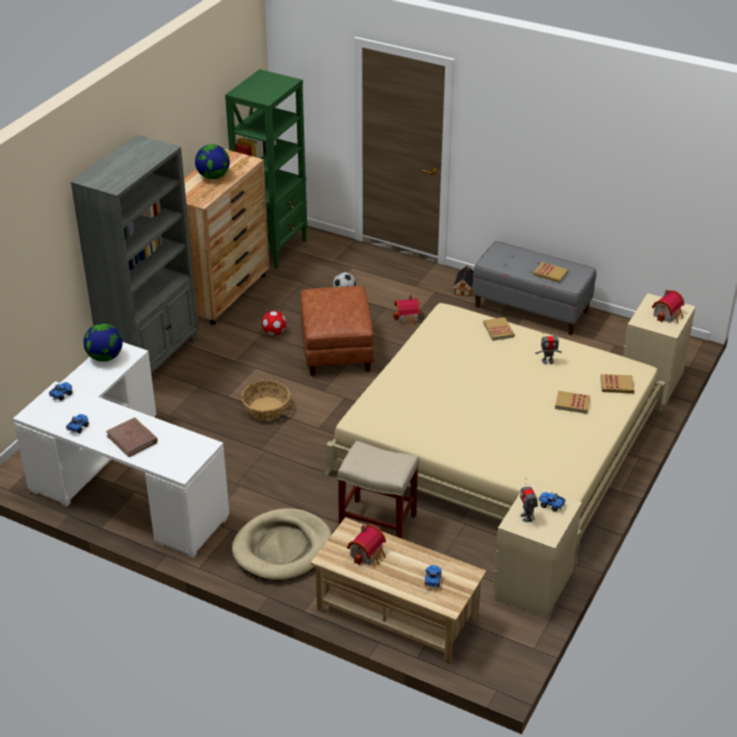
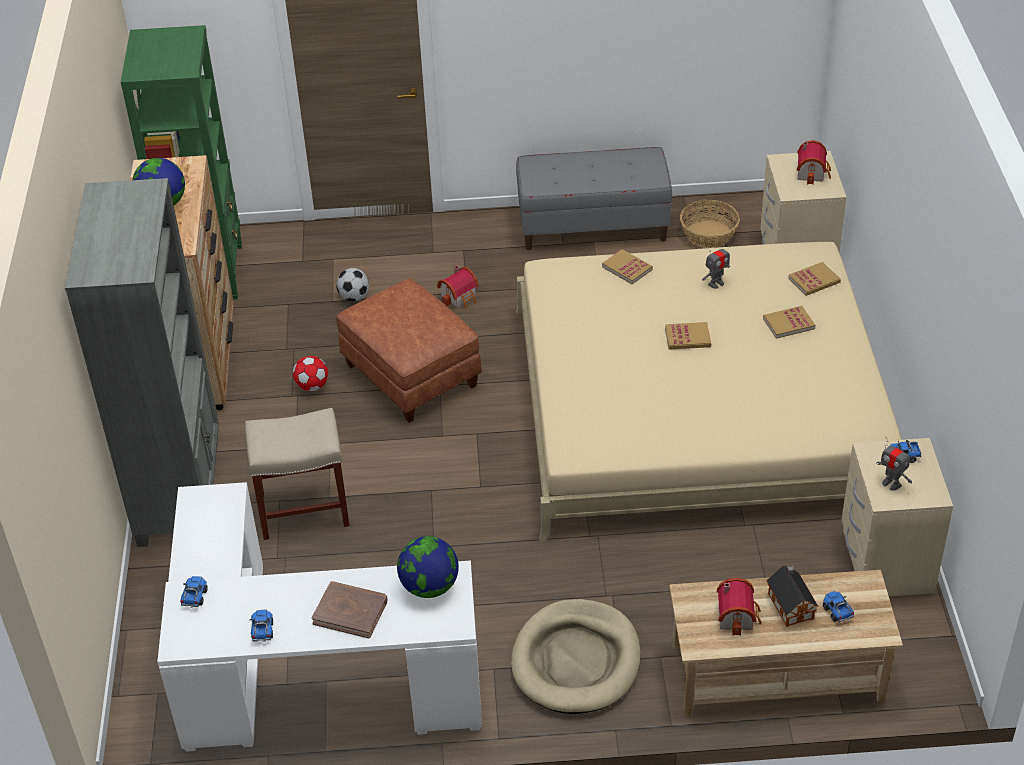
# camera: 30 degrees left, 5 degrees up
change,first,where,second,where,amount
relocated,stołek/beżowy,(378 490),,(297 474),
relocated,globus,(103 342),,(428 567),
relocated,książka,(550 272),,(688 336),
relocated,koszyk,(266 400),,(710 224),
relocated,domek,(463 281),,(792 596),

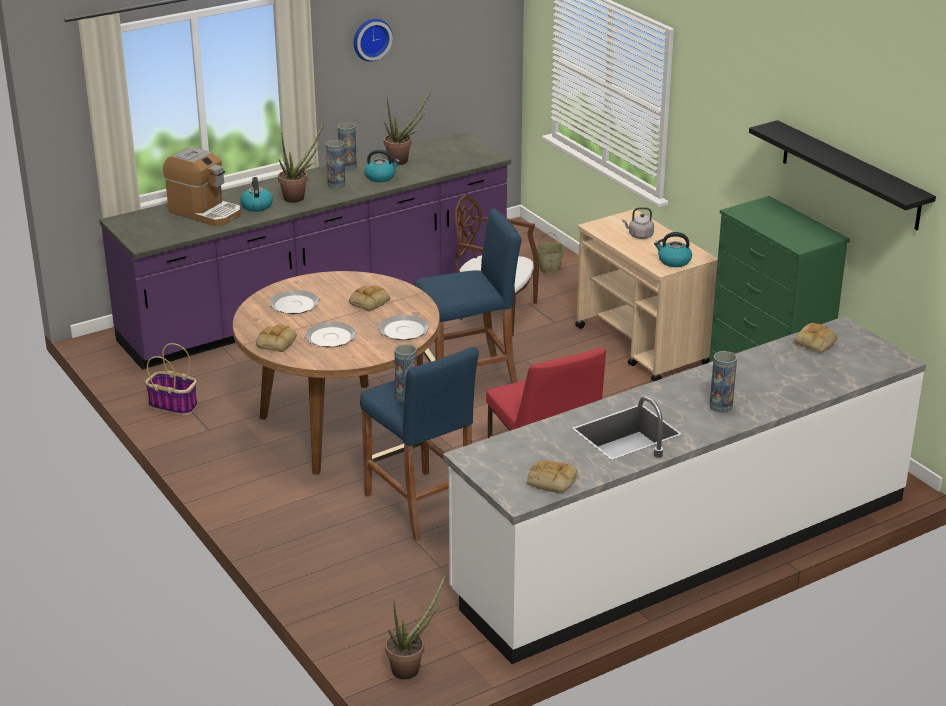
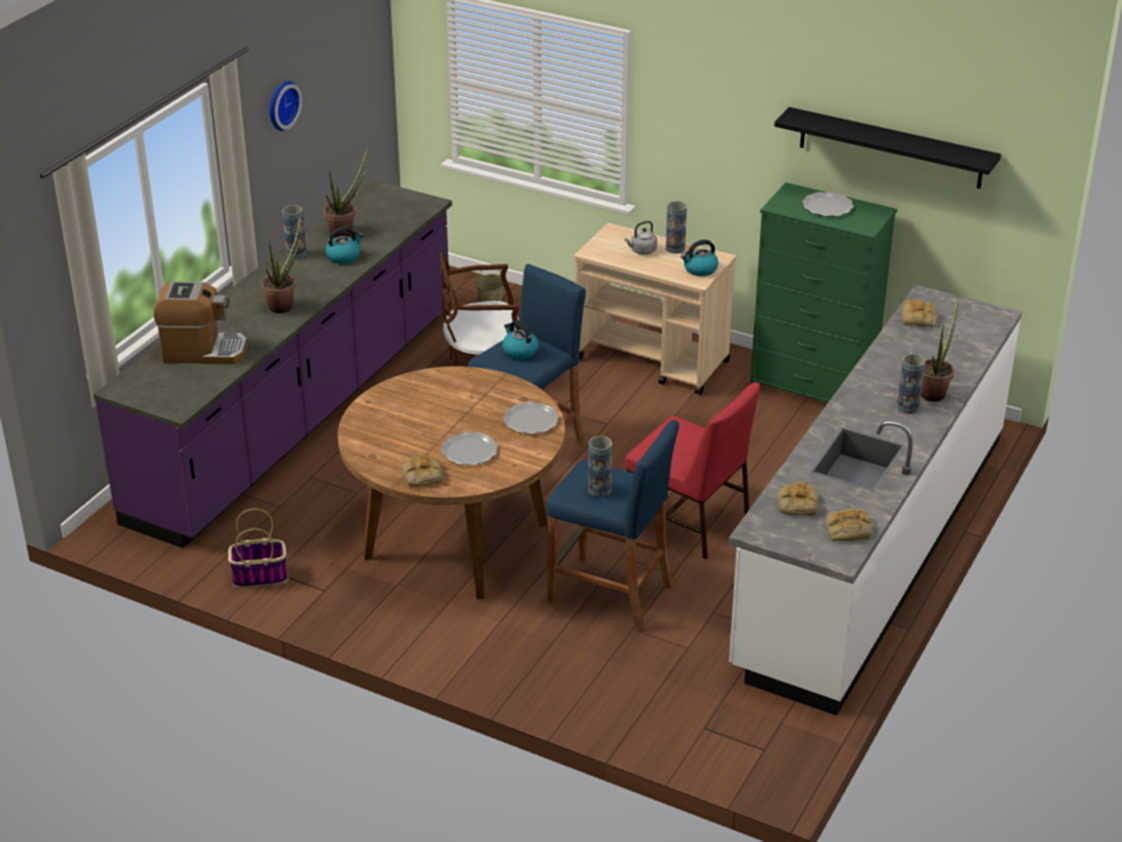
# camera: 30 degrees left, 5 degrees up
change,first,where,second,where,amount
relocated,czajnik,(256 194),,(520 339),
relocated,wazon,(336 164),,(676 227),
relocated,chleb,(369 298),,(798 498),
relocated,talerz,(294 302),,(828 204),
relocated,roślina doniczkowa,(415 627),,(940 348),

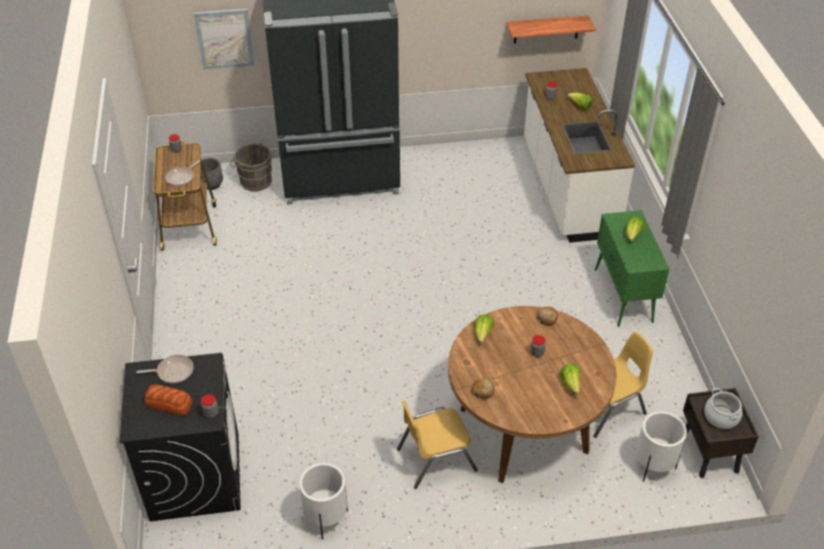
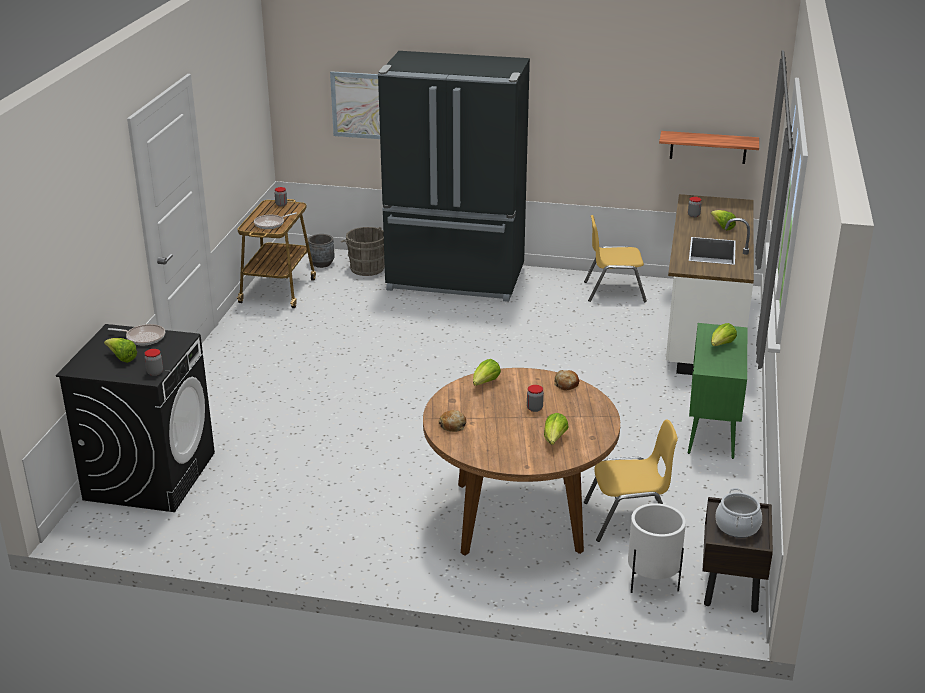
# camera: 20 degrees right, 15 degrees down
change,first,where,second,where,amount
exchanged,chleb,(168 399),sałata,(120 350),
relocated,krzesło/żółty,(437 445),,(615 258),
missing,donica/biały,(323 501),,,

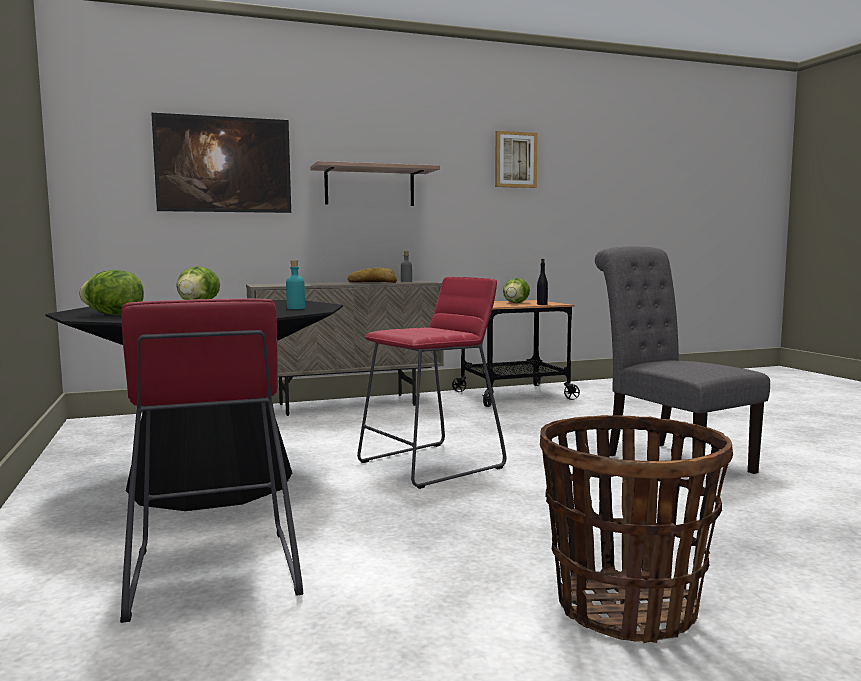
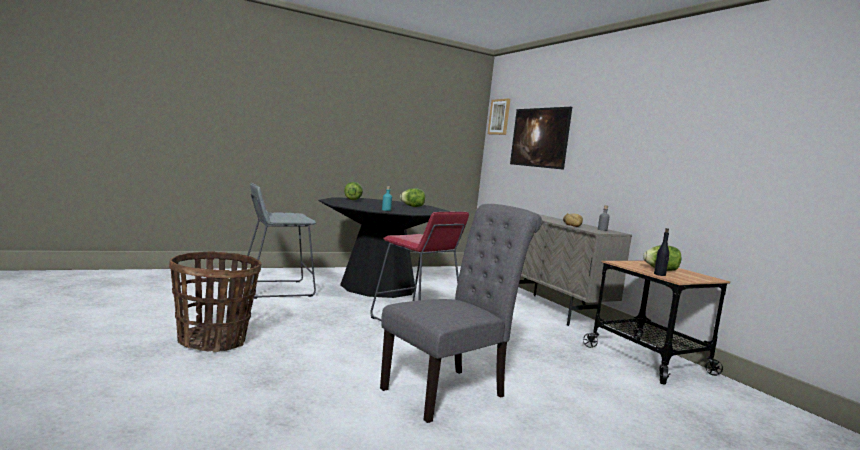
# camera: 80 degrees right, 0 degrees up
change,first,where,second,where,amount
colour,stołek/czerwony,(211 461),stołek/szary,(280 241),
relocated,obraz,(516 159),,(499 117),
missing,półka,(375 183),,,

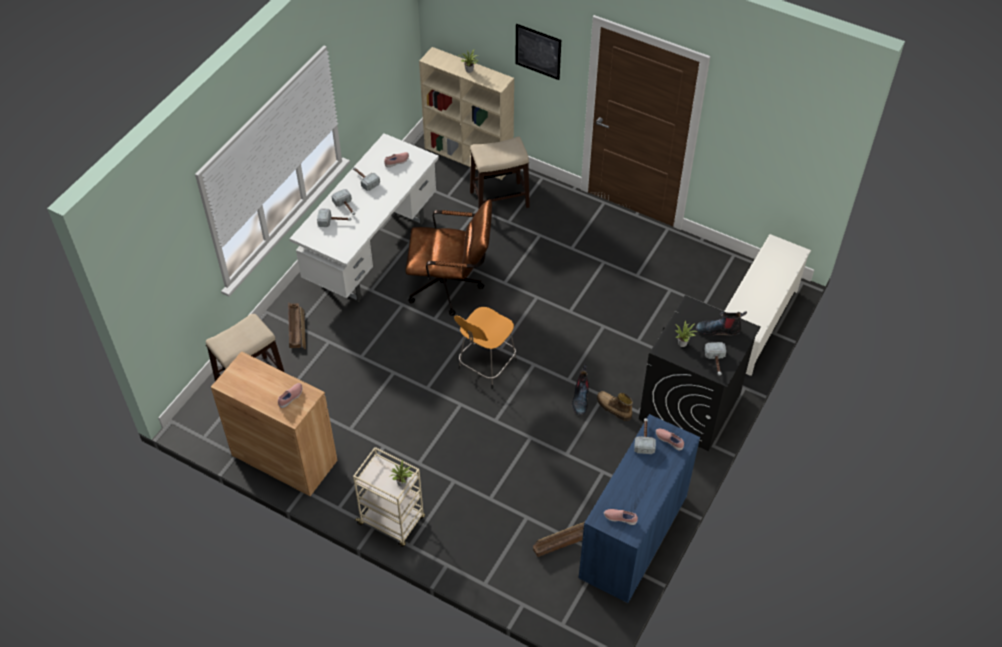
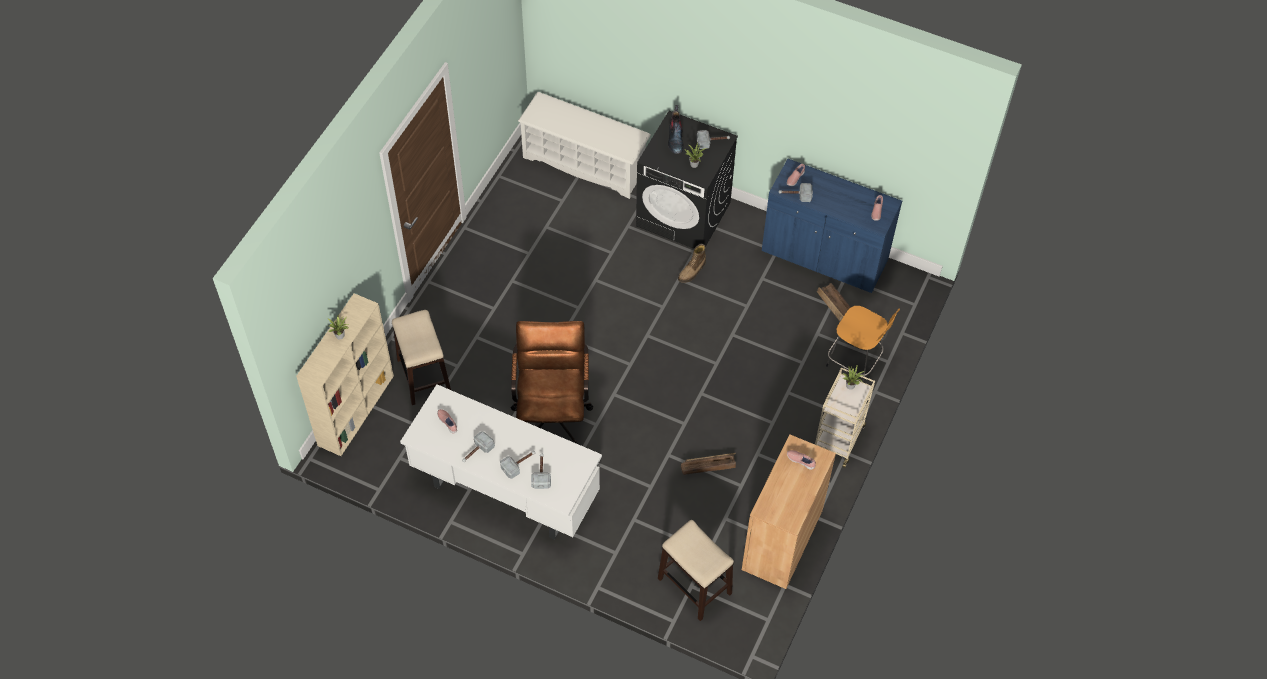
# camera: 95 degrees left, 5 degrees up
change,first,where,second,where,amount
relocated,skrzynka,(297 326),,(708 464),
relocated,stołek/pomarańczowy,(485 348),,(863 344),
missing,obraz,(538 52),,,
missing,but z cholewką,(580 389),,,

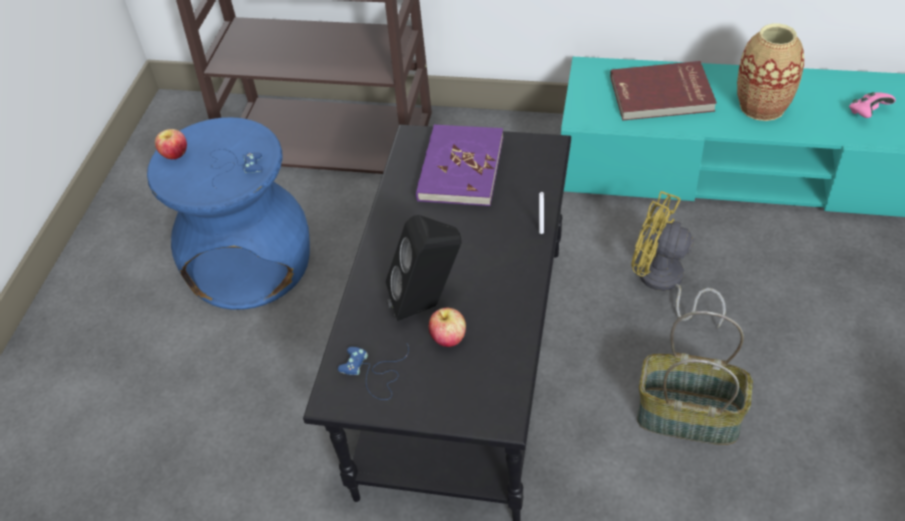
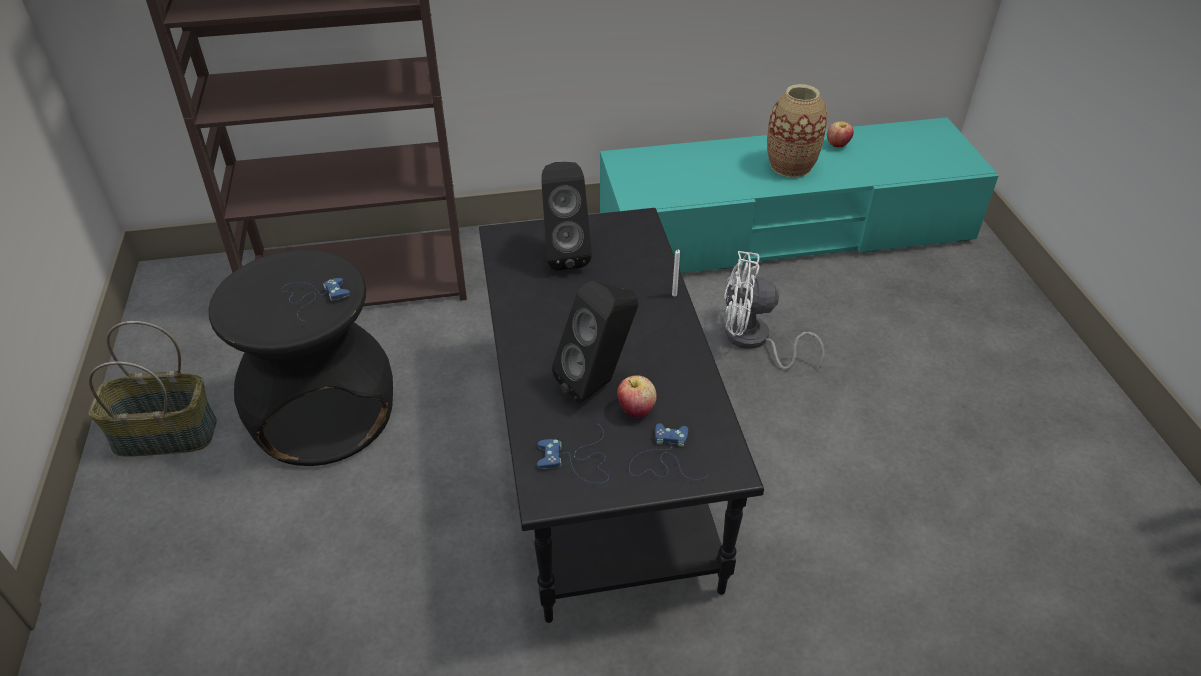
# camera: 25 degrees left, 5 degrees down
change,first,where,second,where,amount
relocated,koszyk,(695 378),,(152 388),
colour,stołek/niebieski,(228 213),stołek/czarny,(301 358),
exchanged,książka/fioletowy,(459 165),głośnik/czarny,(566 216),
appeared,,,pad do gier/niebieski,(668 451),
colour,wentylator/żółty,(678 259),wentylator/biały,(775 310),
relocated,jabłko,(171 144),,(840 134),
missing,książka/czerwony,(663 90),,,
missing,pad do gier/różowy,(872 105),,,

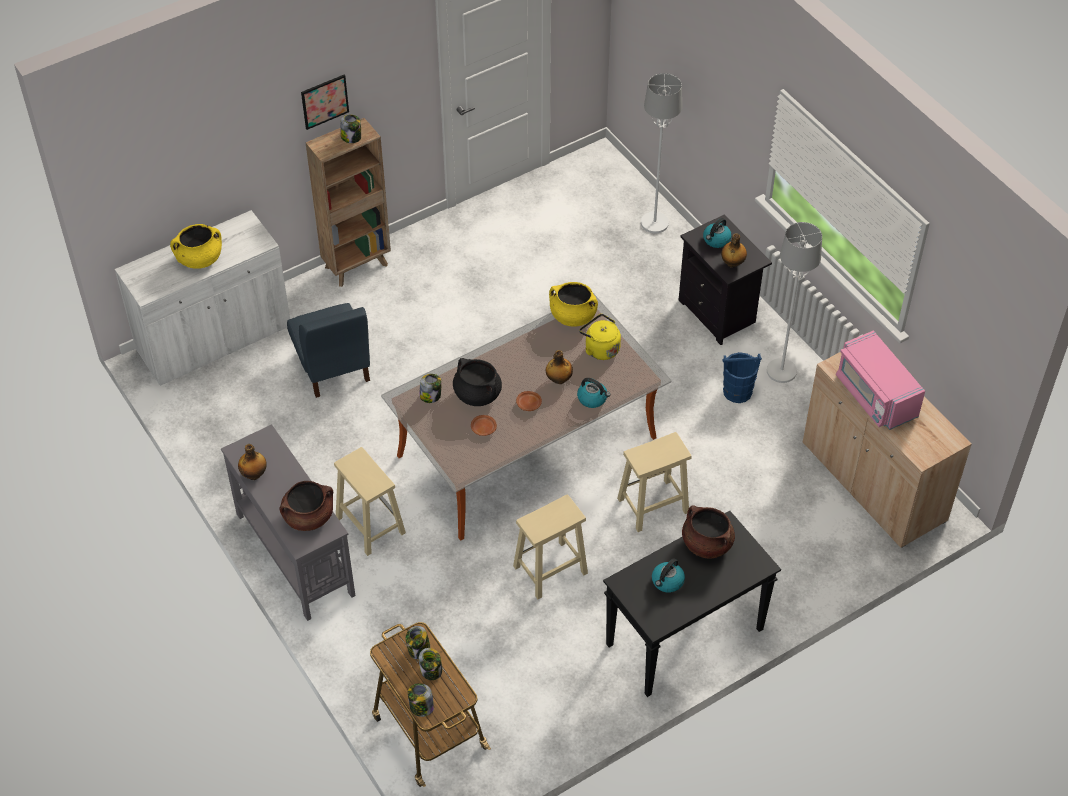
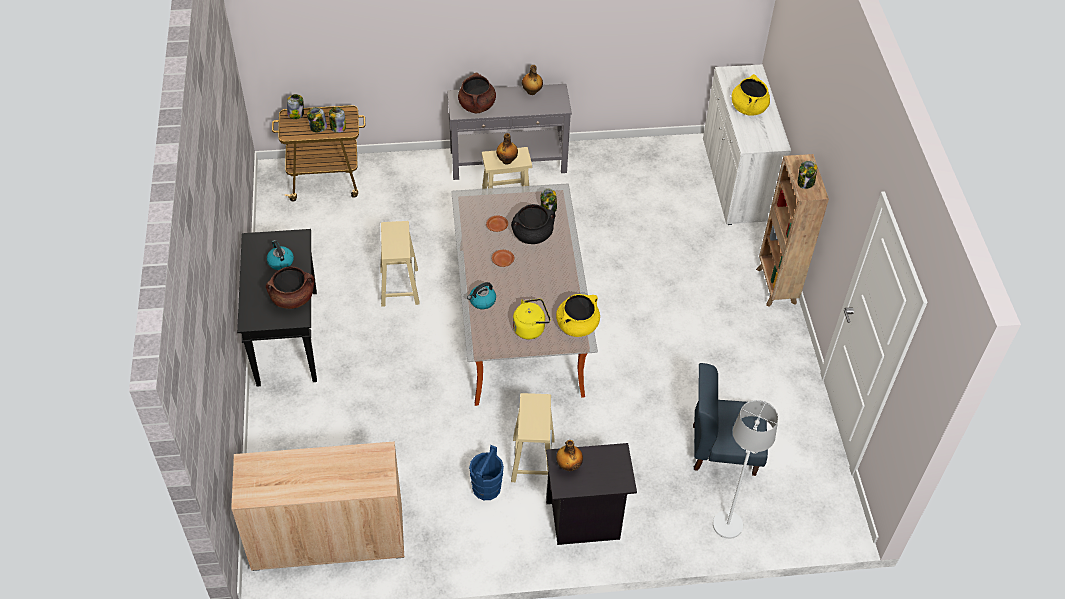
# camera: 115 degrees right, 0 degrees up
change,first,where,second,where,amount
relocated,butelka,(559 367),,(507 149),
relocated,stołek/beżowy,(654 482),,(533 437),
relocated,krzesło/niebieski,(328 350),,(730 419),
missing,obraz,(325 102),,,
missing,czajnik,(717 233),,,
missing,lampa stojąca/biały,(794 302),,,
missing,mikrofalówka/różowy,(880 380),,,

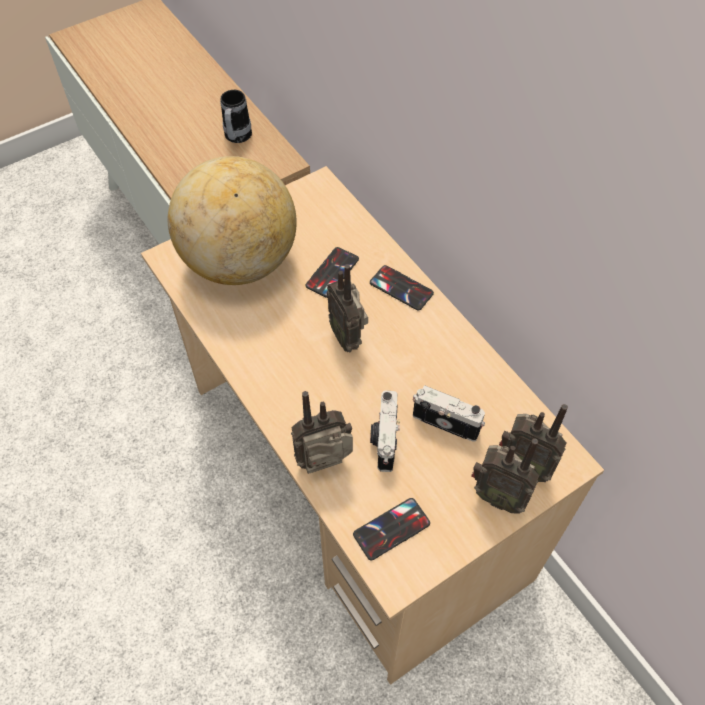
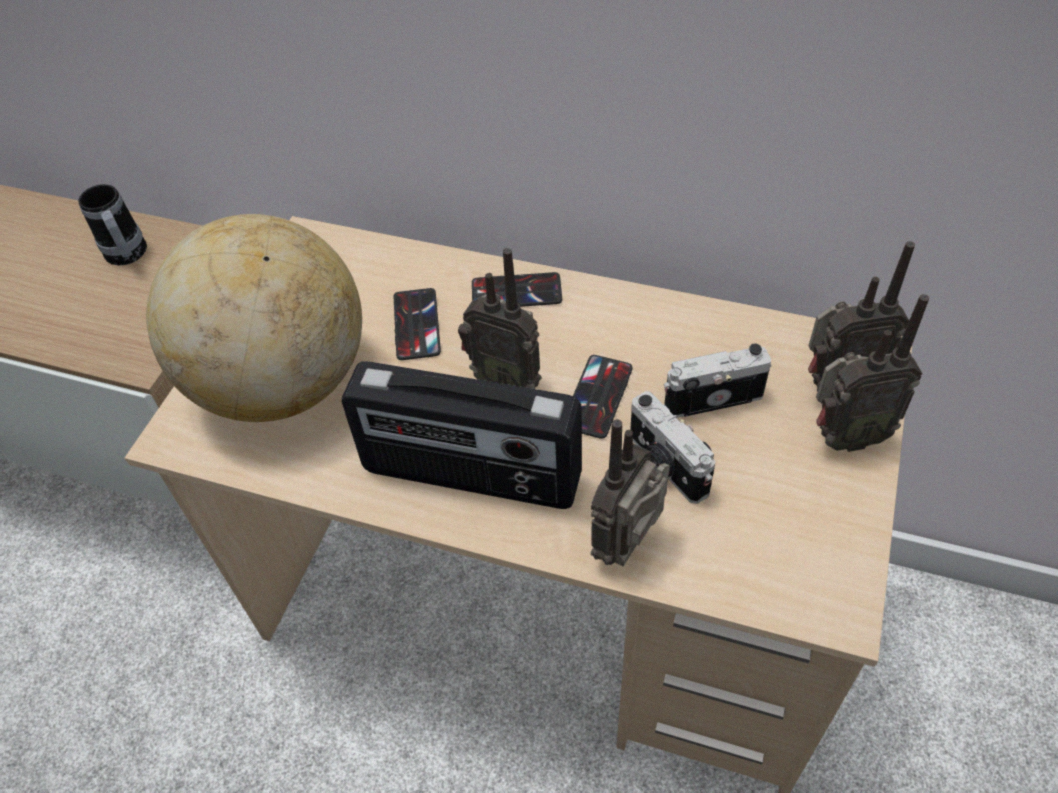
# camera: 35 degrees left, 5 degrees down
change,first,where,second,where,amount
appeared,,,radio,(461 435),
relocated,telefon,(391 529),,(603 397),

